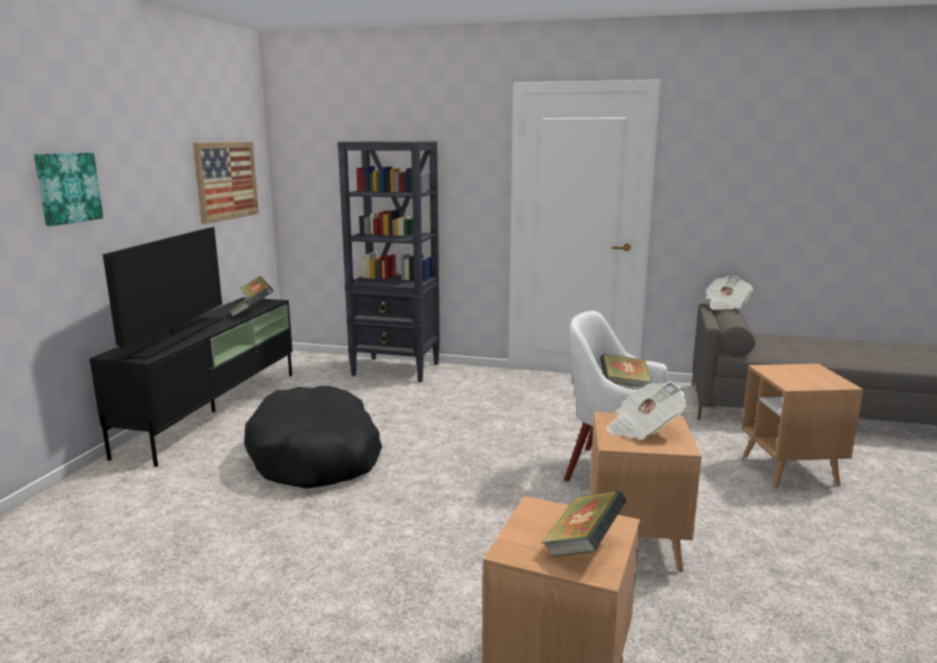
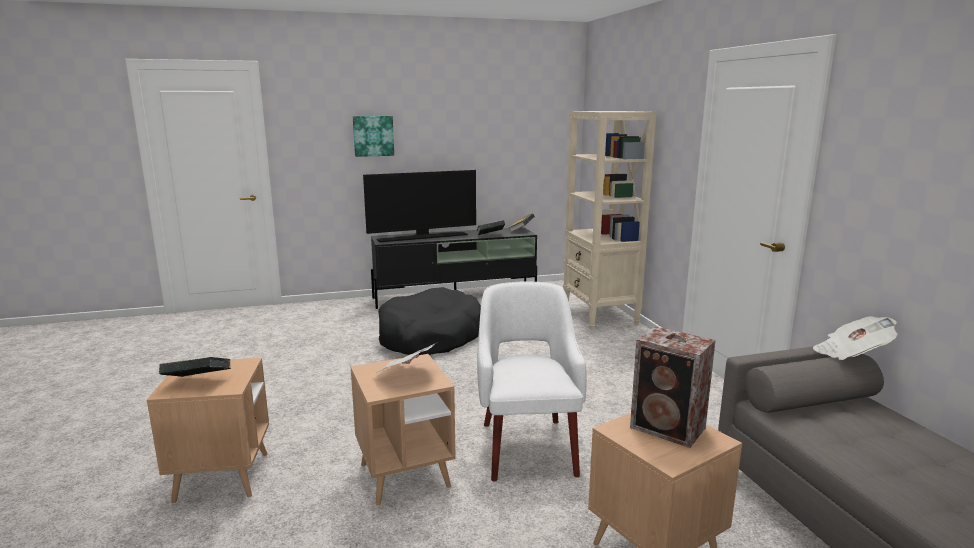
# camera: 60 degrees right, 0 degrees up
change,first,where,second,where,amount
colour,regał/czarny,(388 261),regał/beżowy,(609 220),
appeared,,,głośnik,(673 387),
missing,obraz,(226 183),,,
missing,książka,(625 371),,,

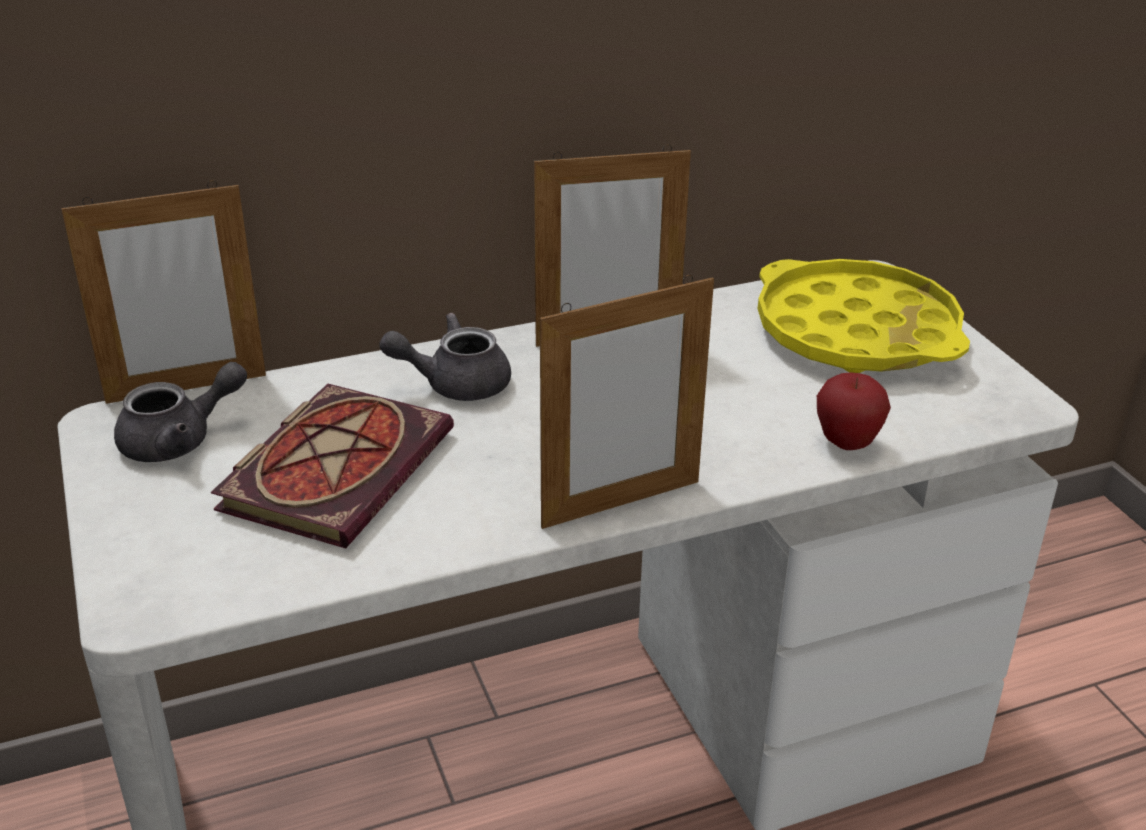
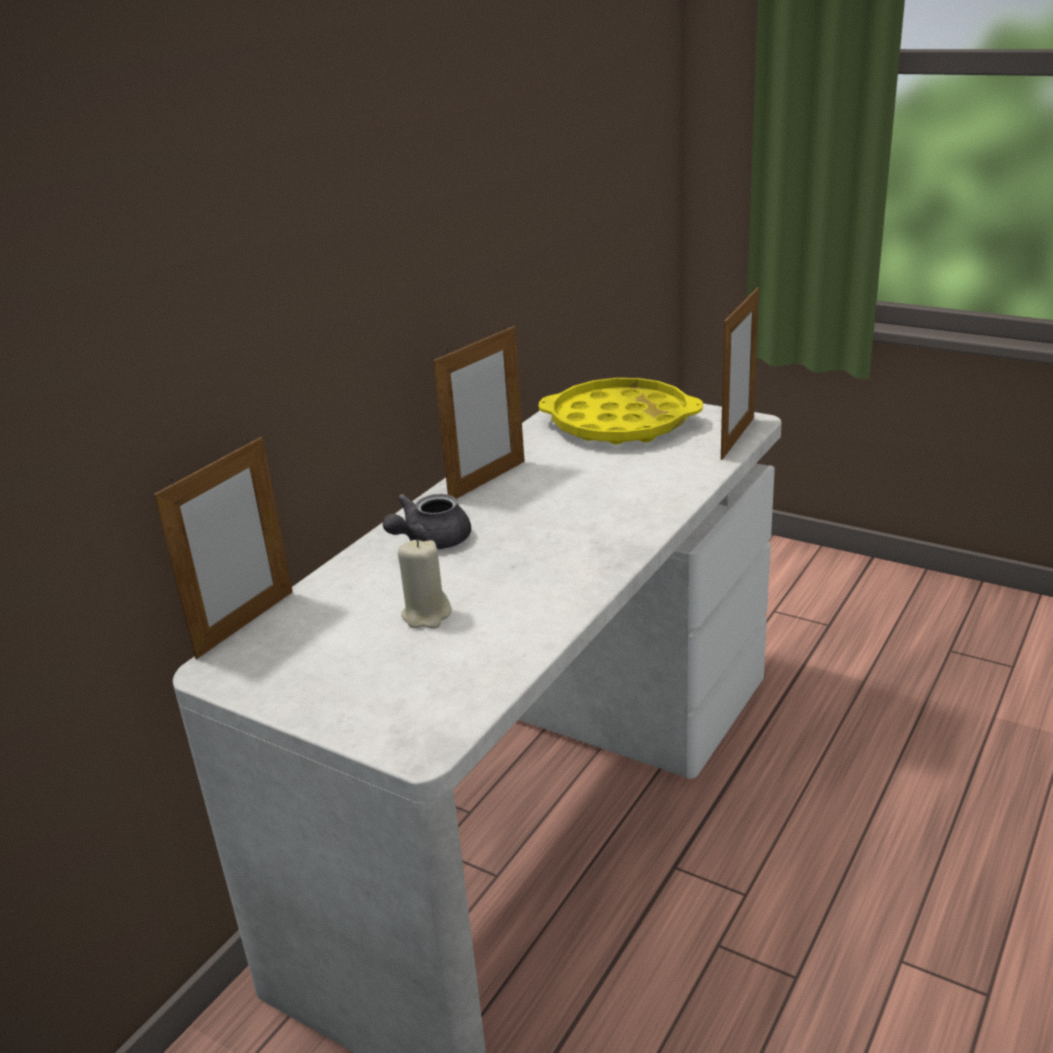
# camera: 35 degrees left, 5 degrees down
change,first,where,second,where,amount
exchanged,książka,(332 466),świeca/beżowy,(424 584),
relocated,ramka na zdjęcie,(627 402),,(740 373),
missing,imbryk/szary,(180 412),,,
missing,jabłko,(854 411),,,

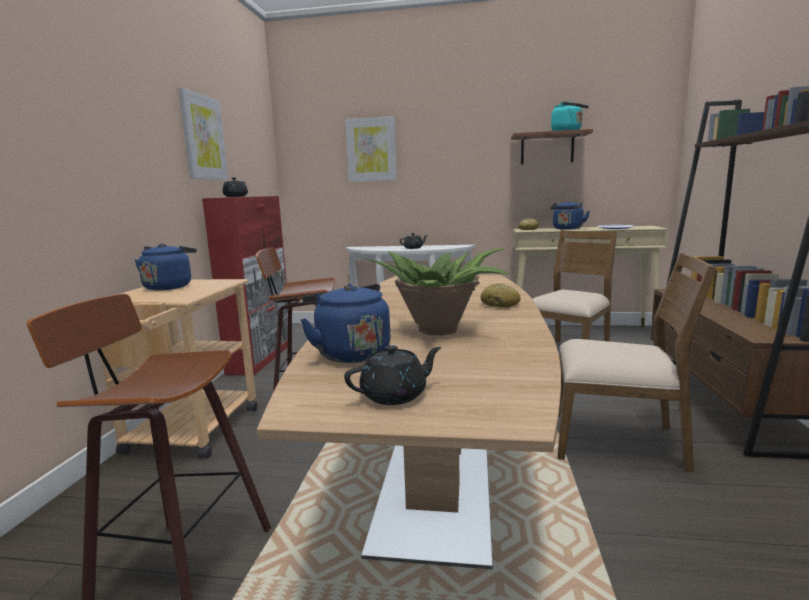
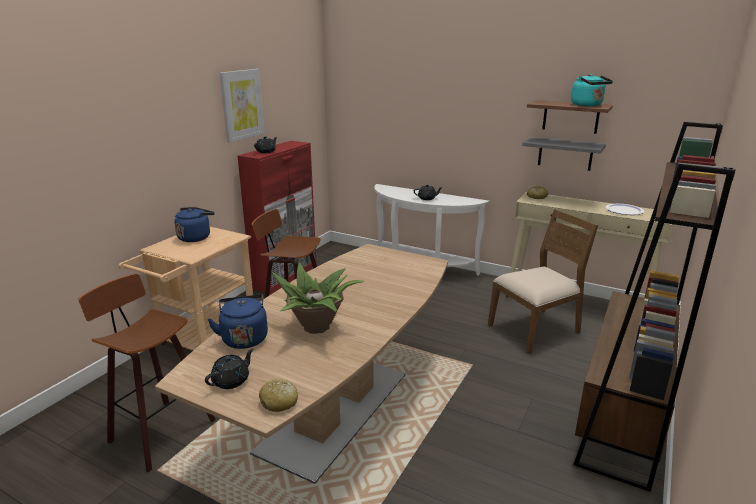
# camera: 20 degrees right, 10 degrees up
change,first,where,second,where,amount
spun,imbryk/czarny,(393 375),,(229 369),45 degrees counterclockwise
relocated,chleb,(501 296),,(278 395),
appeared,,,półka/szary,(564 154),
missing,obraz,(371 149),,,
missing,czajnik/niebieski,(570 215),,,
missing,krzesło/brązowy,(636 362),,,

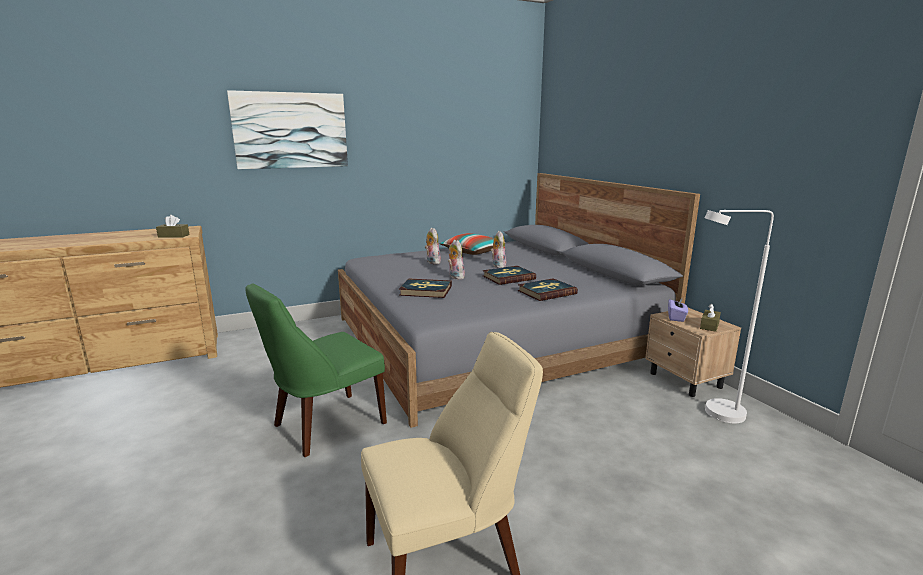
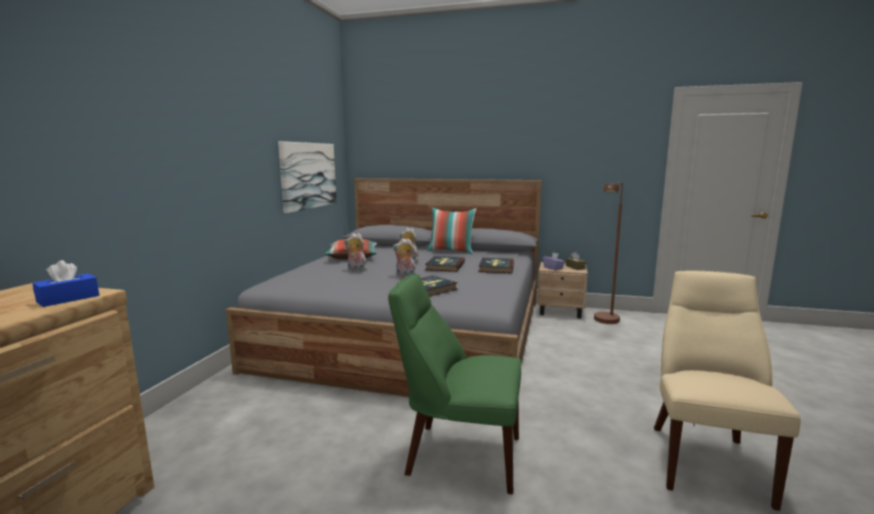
# camera: 50 degrees left, 5 degrees down
change,first,where,second,where,amount
colour,pudełko chusteczek/brązowy,(173 226),pudełko chusteczek/niebieski,(65 283),
relocated,obraz,(287 129),,(307 177),
spun,krzesło/zielony,(316 370),,(454 384),105 degrees clockwise
appeared,,,poduszka,(452 230),
colour,lampa stojąca/biały,(739 316),lampa stojąca/brązowy,(608 253),

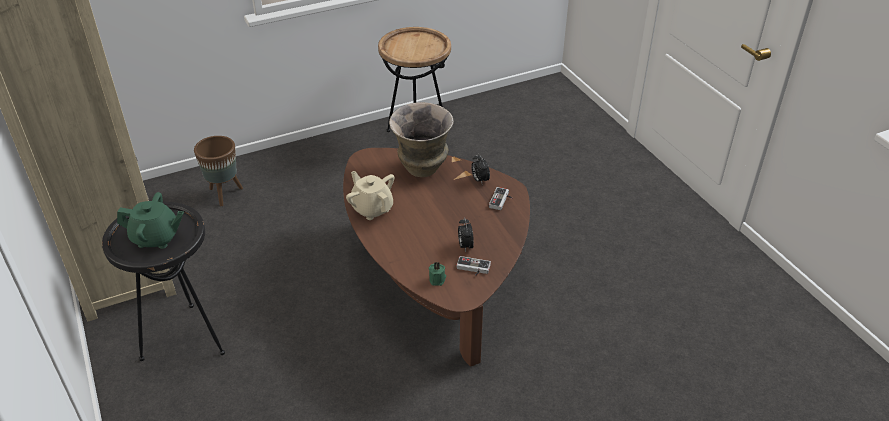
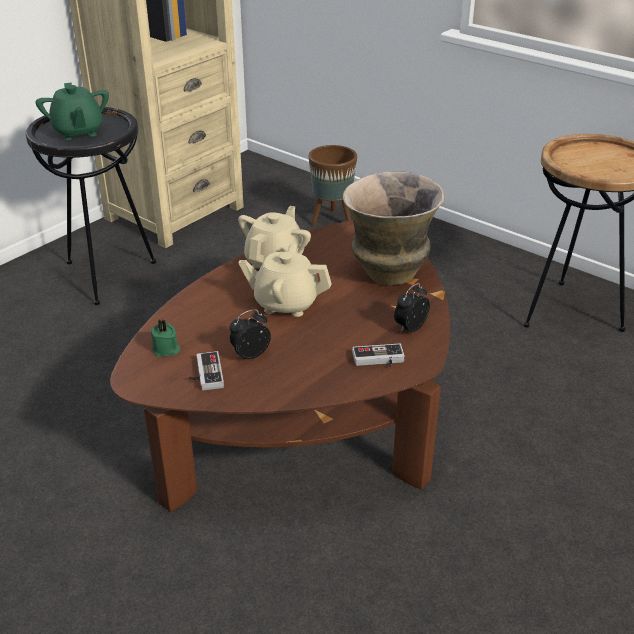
# camera: 65 degrees right, 5 degrees down
change,first,where,second,where,amount
appeared,,,imbryk/beżowy,(285 280),

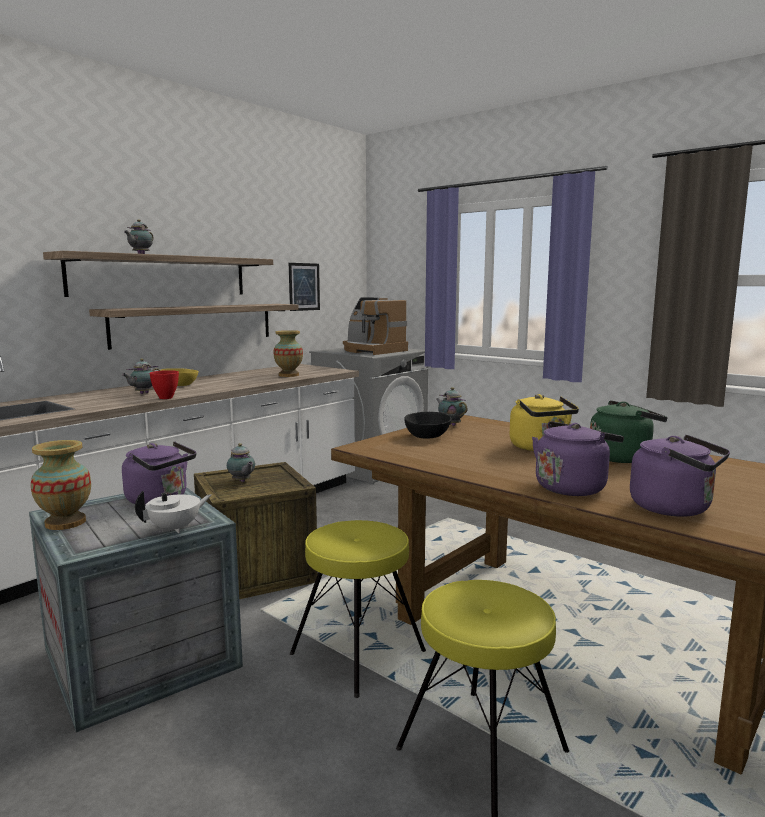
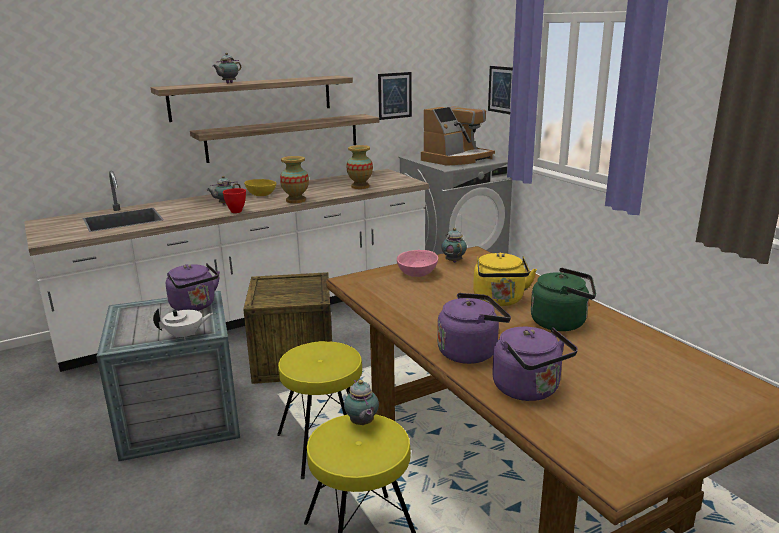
# camera: 20 degrees right, 10 degrees up
change,first,where,second,where,amount
relocated,wazon,(61 485),,(294 179),
relocated,imbryk,(241 462),,(361 402),
colour,miska/czarny,(428 425),miska/różowy,(417 263),
spun,ekspres do kawy,(375 326),,(458 136),105 degrees counterclockwise
appeared,,,obraz,(500 90),

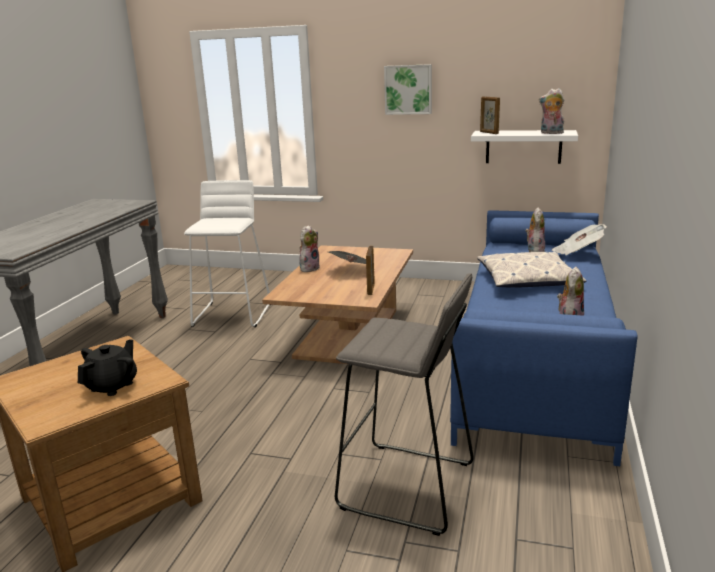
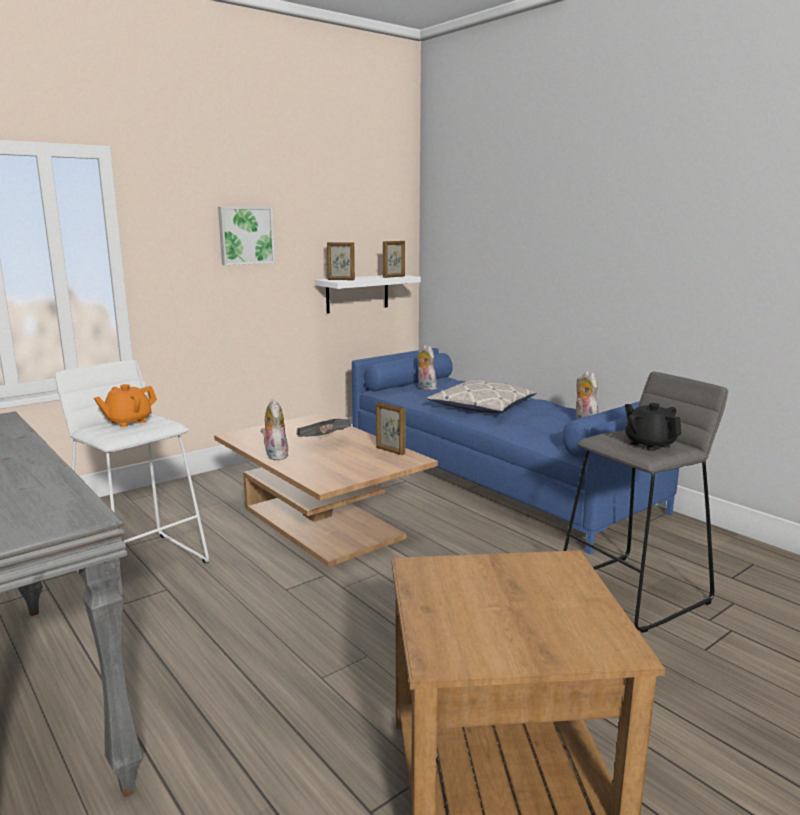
# camera: 55 degrees left, 5 degrees down
change,first,where,second,where,amount
appeared,,,imbryk/pomarańczowy,(125 405),
exchanged,pluszak,(551 111),ramka na zdjęcie,(394 259),
relocated,imbryk/czarny,(107 367),,(653 427),
missing,gazeta,(579 239),,,

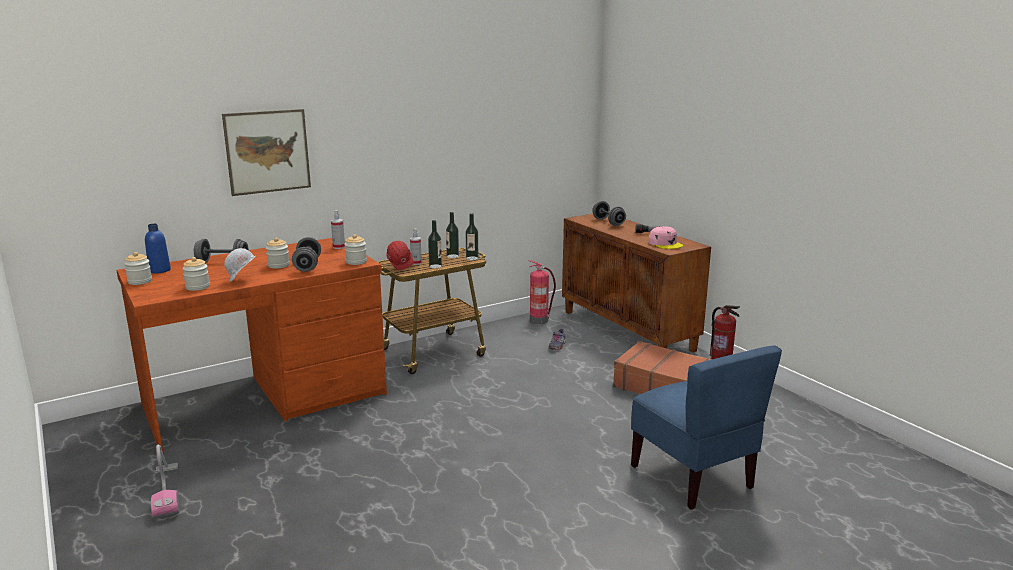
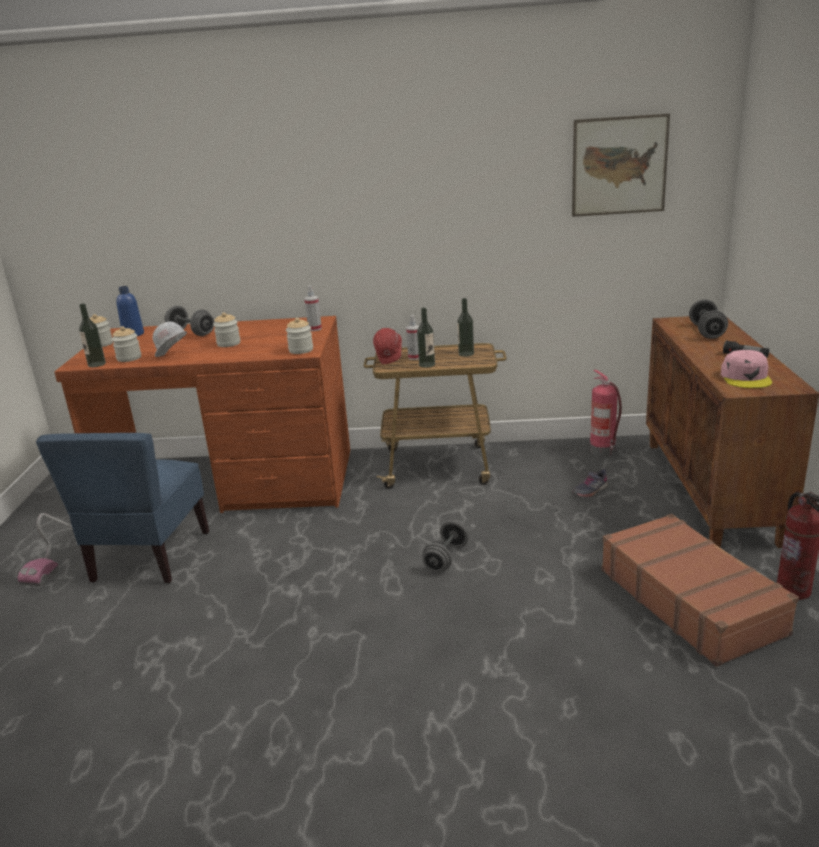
# camera: 35 degrees right, 5 degrees up
change,first,where,second,where,amount
relocated,krzesło/niebieski,(706 428),,(122 508),
relocated,butelka,(472 236),,(92 335),
relocated,hantel/szary,(306 254),,(445 546),
relocated,obraz,(266 152),,(621 165),

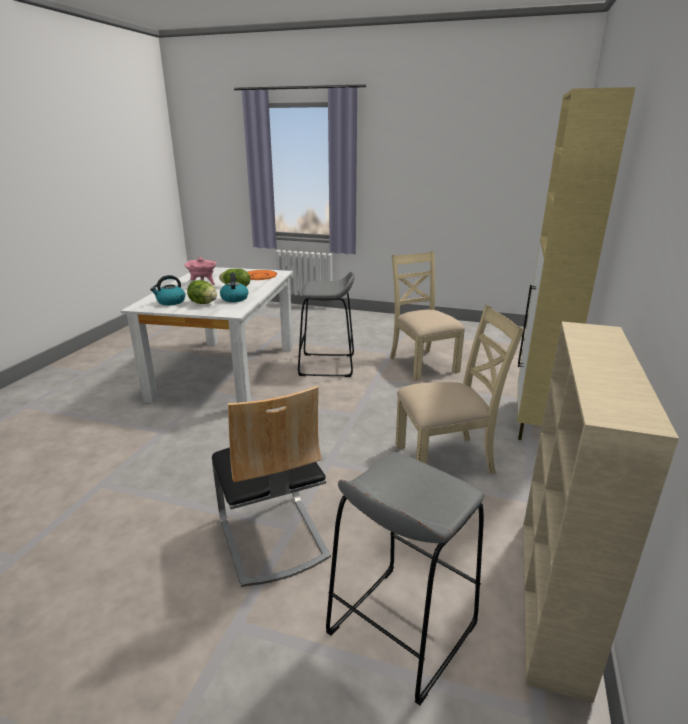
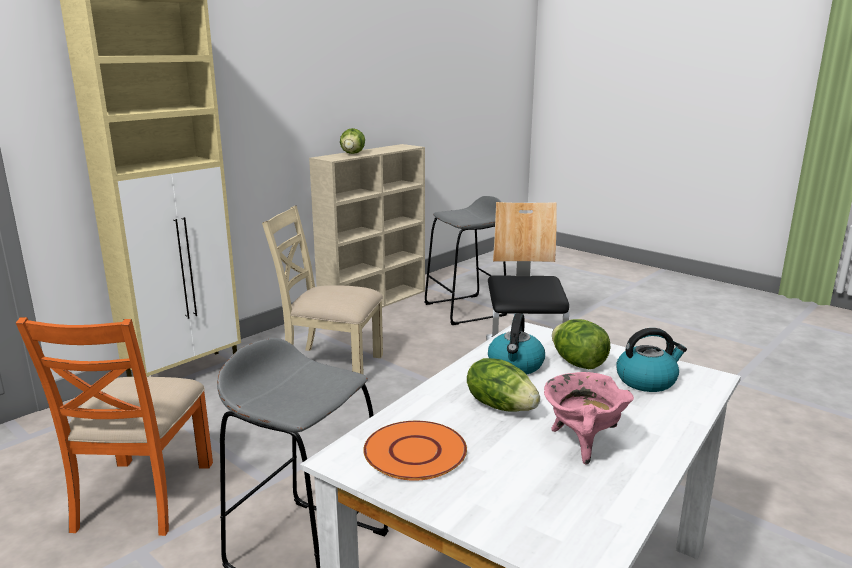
# camera: 155 degrees left, 5 degrees down
change,first,where,second,where,amount
colour,krzesło/beżowy,(427 316),krzesło/pomarańczowy,(114 426),
appeared,,,sałata,(352 141),

